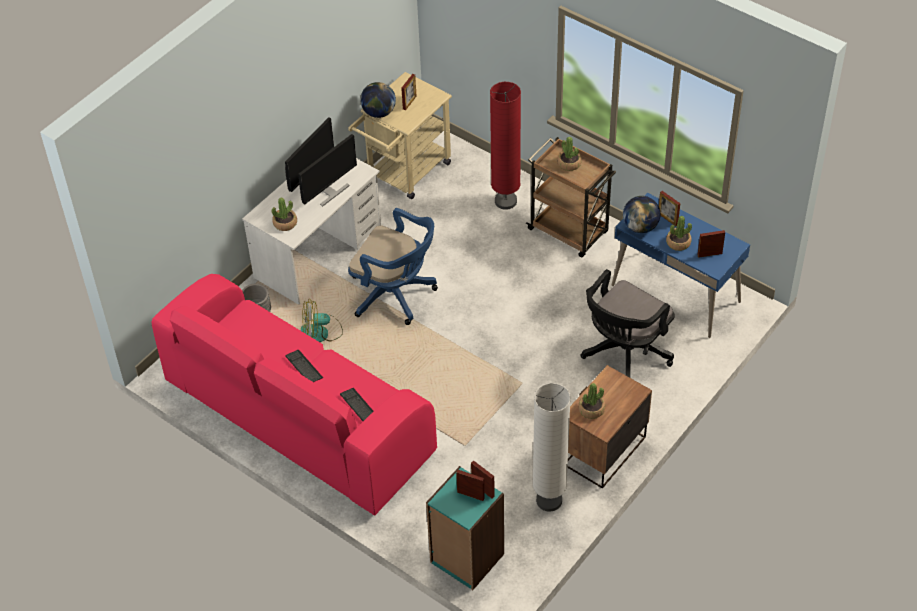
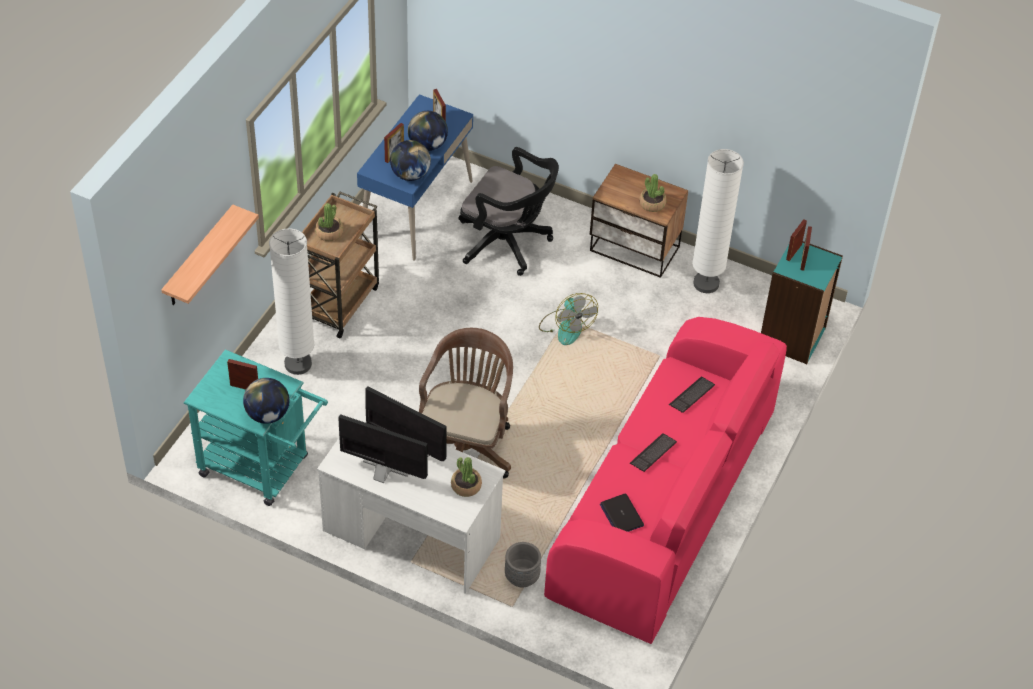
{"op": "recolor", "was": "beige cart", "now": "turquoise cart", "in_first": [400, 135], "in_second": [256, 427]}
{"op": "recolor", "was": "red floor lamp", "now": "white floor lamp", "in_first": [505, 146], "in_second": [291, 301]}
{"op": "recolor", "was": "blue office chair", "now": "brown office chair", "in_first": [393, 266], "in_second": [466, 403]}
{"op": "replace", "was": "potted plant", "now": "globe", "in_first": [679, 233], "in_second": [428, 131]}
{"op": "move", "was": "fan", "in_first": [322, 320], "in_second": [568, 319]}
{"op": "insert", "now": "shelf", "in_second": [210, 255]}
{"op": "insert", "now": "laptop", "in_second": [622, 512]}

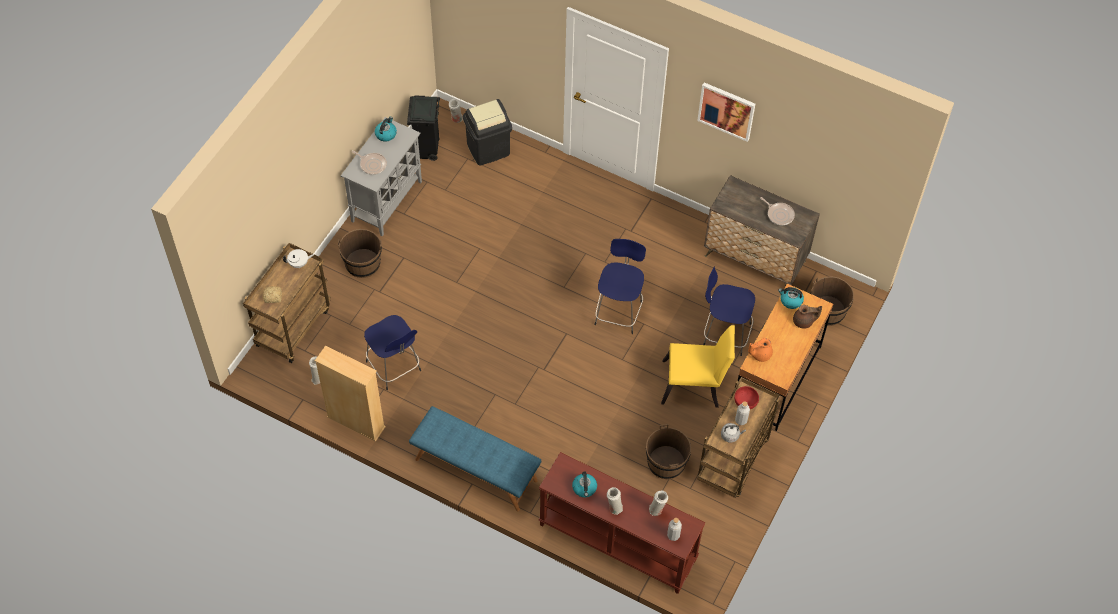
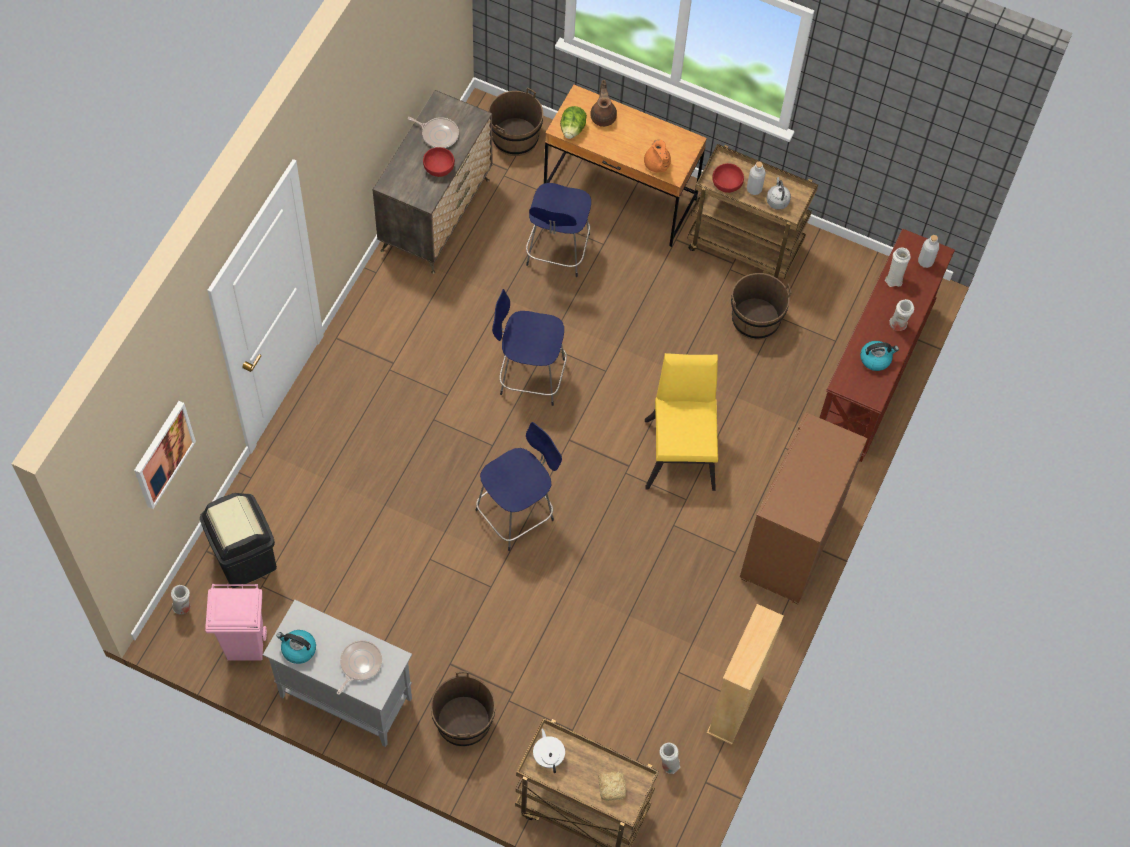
{"op": "move", "was": "picture", "in_first": [726, 112], "in_second": [165, 455]}
{"op": "recolor", "was": "black trash can", "now": "pink trash can", "in_first": [423, 128], "in_second": [236, 622]}
{"op": "rotate", "was": "frying pan", "in_first": [777, 211], "in_second": [433, 132], "clockwise": 75}
{"op": "replace", "was": "kettle", "now": "lettuce", "in_first": [791, 298], "in_second": [573, 122]}
{"op": "move", "was": "blue stool", "in_first": [392, 352], "in_second": [518, 486]}
{"op": "move", "was": "yellow chair", "in_first": [698, 366], "in_second": [681, 422]}
{"op": "replace", "was": "blue bench", "now": "brown cabinet", "in_first": [475, 458], "in_second": [804, 508]}
{"op": "insert", "now": "red bowl", "in_second": [439, 162]}

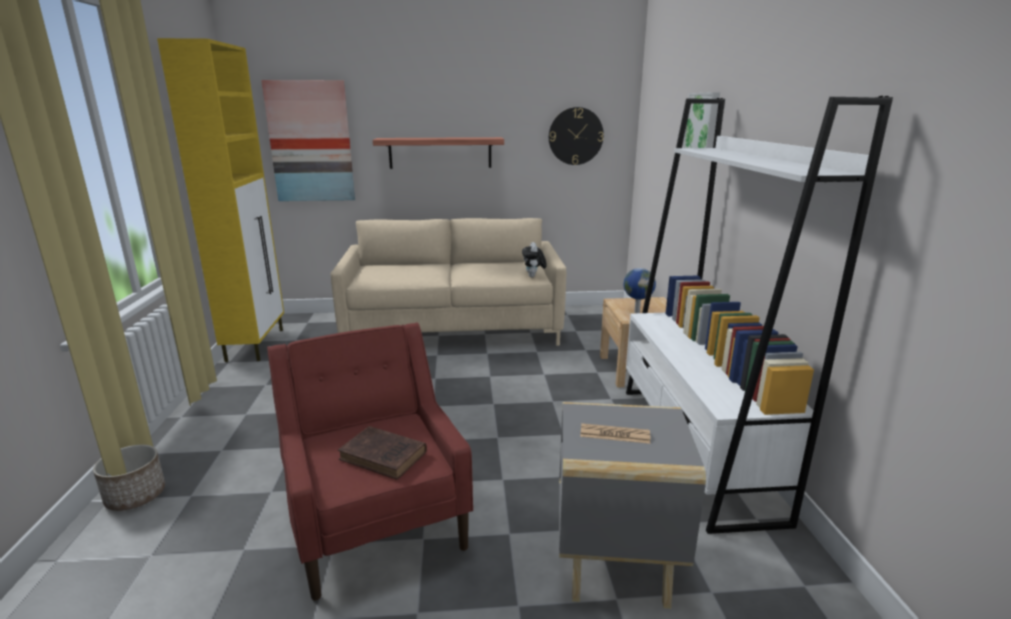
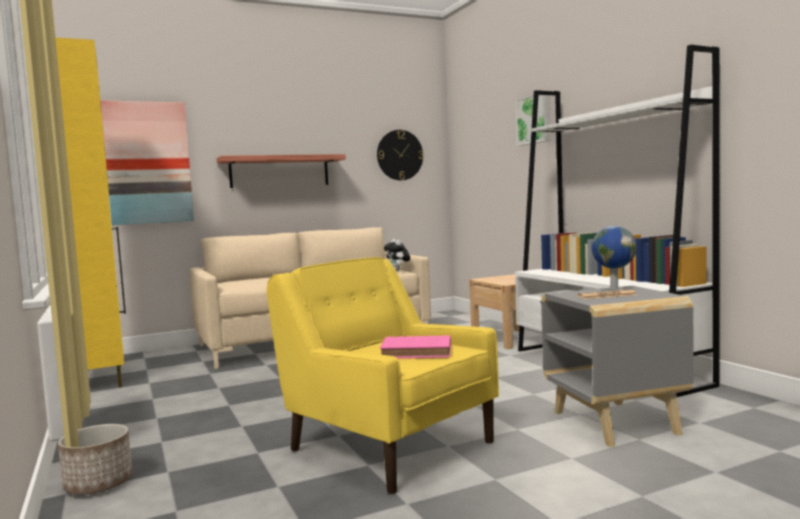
{"op": "move", "was": "globe", "in_first": [640, 290], "in_second": [614, 257]}
{"op": "recolor", "was": "red armchair", "now": "yellow armchair", "in_first": [370, 461], "in_second": [382, 375]}
{"op": "recolor", "was": "brown book", "now": "pink book", "in_first": [382, 453], "in_second": [415, 347]}

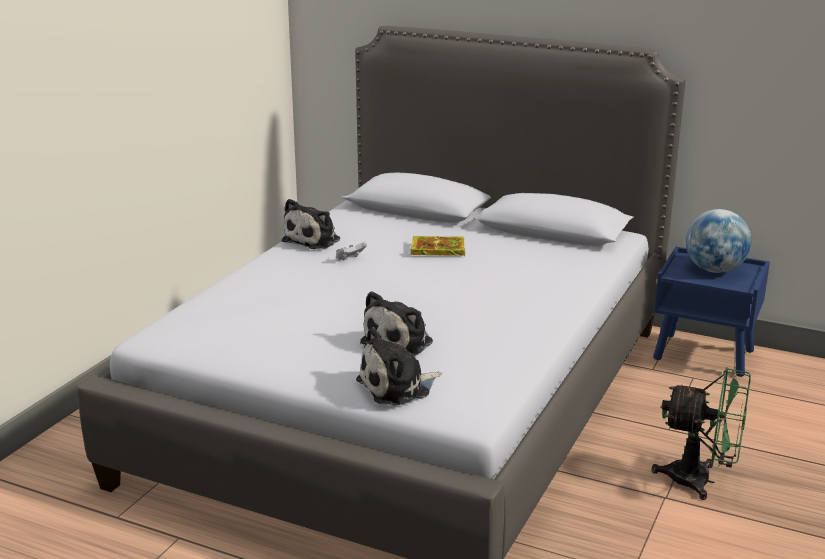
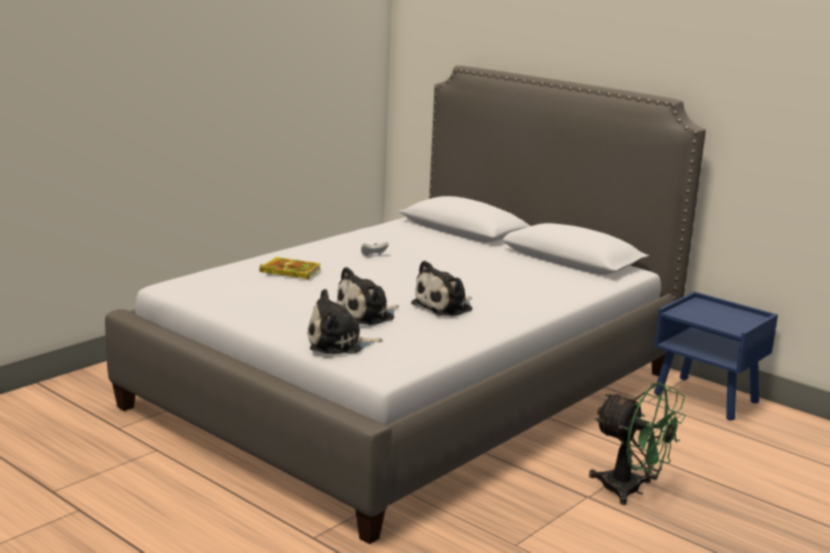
{"op": "move", "was": "plush toy", "in_first": [311, 224], "in_second": [442, 288]}
{"op": "delete", "was": "globe", "in_first": [719, 241]}
{"op": "move", "was": "book", "in_first": [438, 246], "in_second": [290, 268]}

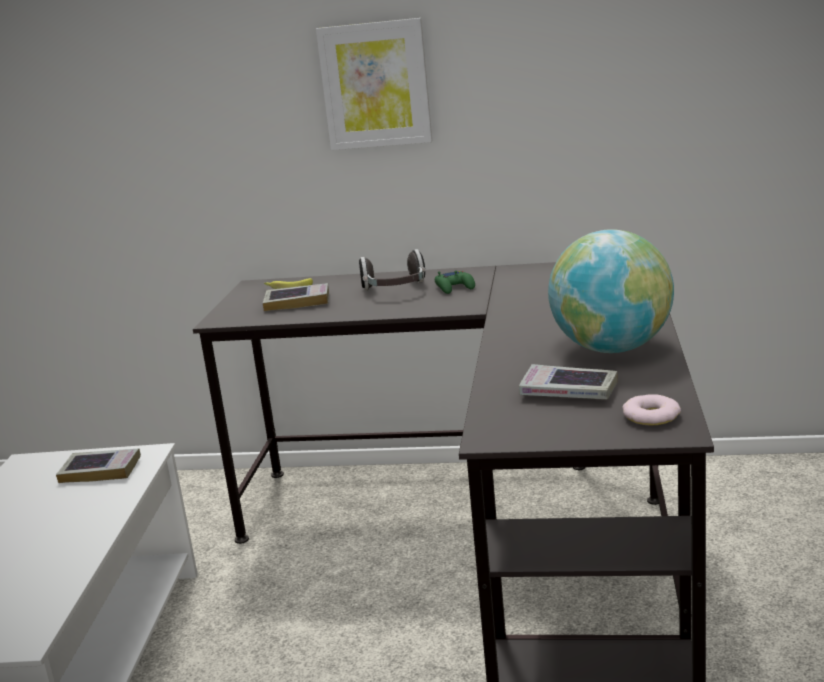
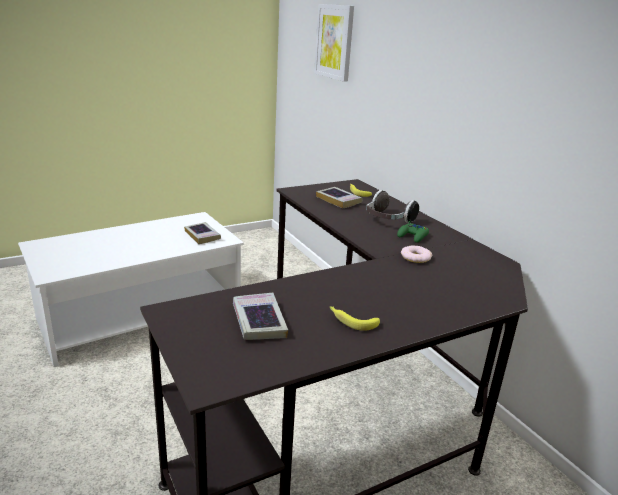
{"op": "move", "was": "picture", "in_first": [374, 84], "in_second": [334, 43]}
{"op": "replace", "was": "globe", "now": "banana", "in_first": [611, 291], "in_second": [355, 318]}
{"op": "move", "was": "donut", "in_first": [651, 409], "in_second": [416, 254]}

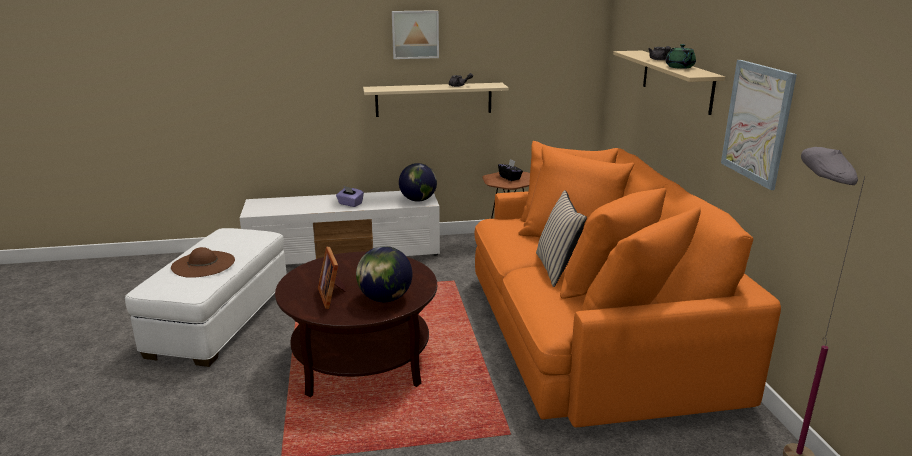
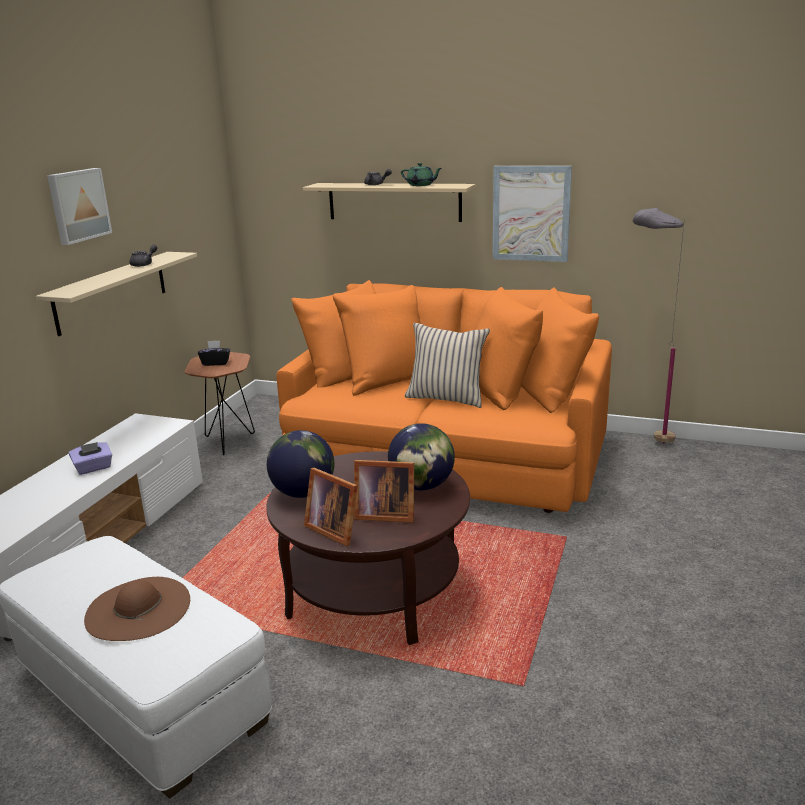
{"op": "move", "was": "globe", "in_first": [418, 182], "in_second": [300, 464]}
{"op": "insert", "now": "picture frame", "in_second": [331, 507]}

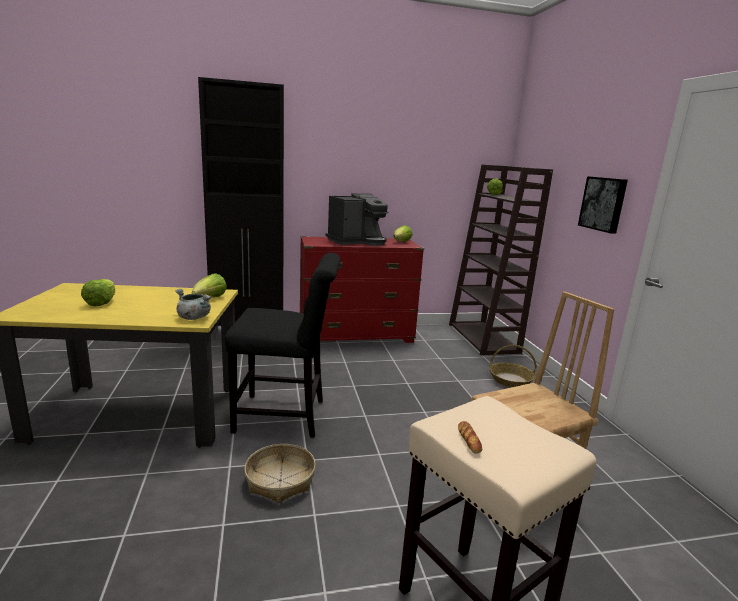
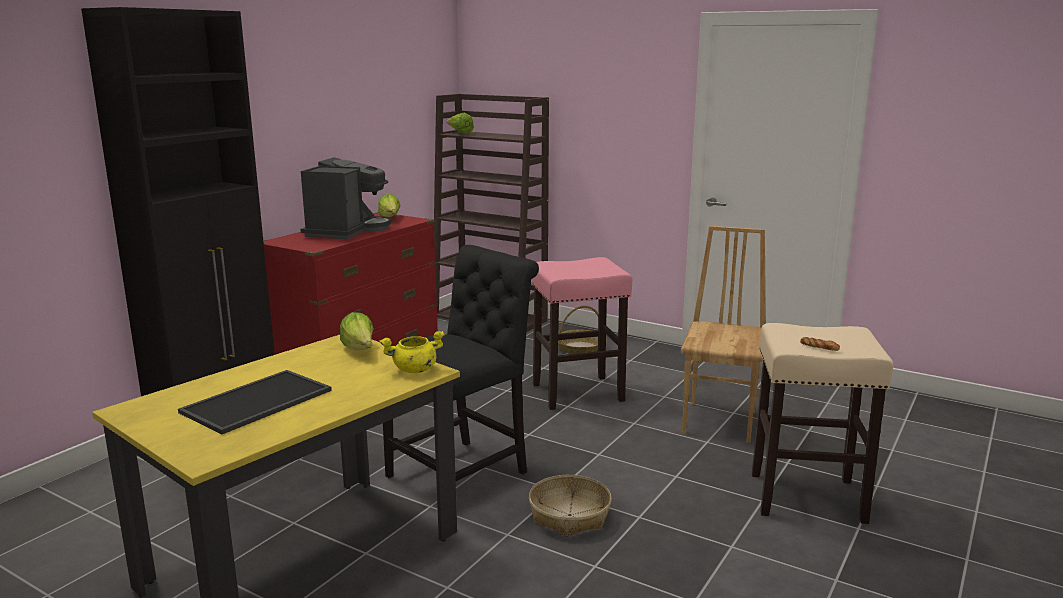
{"op": "delete", "was": "picture", "in_first": [603, 205]}
{"op": "replace", "was": "lettuce", "now": "tray", "in_first": [98, 292], "in_second": [255, 402]}
{"op": "recolor", "was": "grey cooking pot", "now": "yellow cooking pot", "in_first": [193, 304], "in_second": [412, 352]}
{"op": "insert", "now": "pink stool", "in_second": [582, 333]}

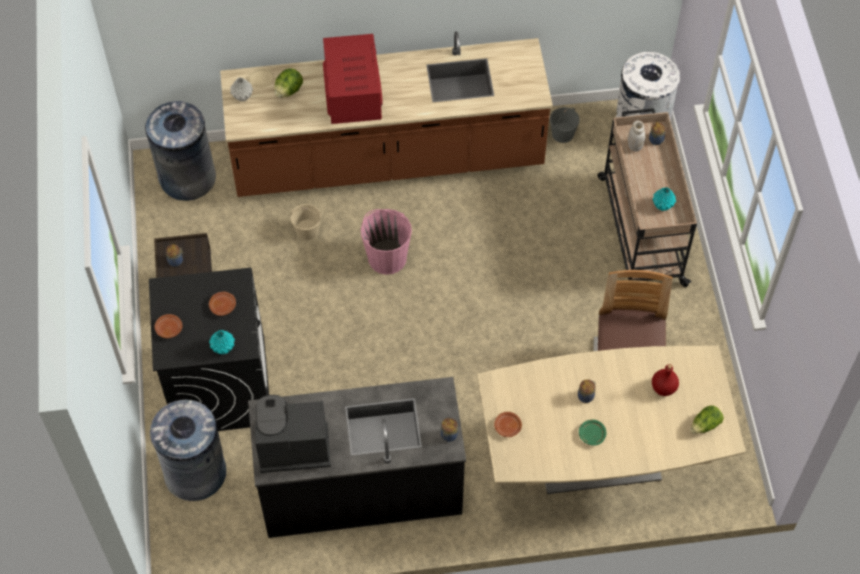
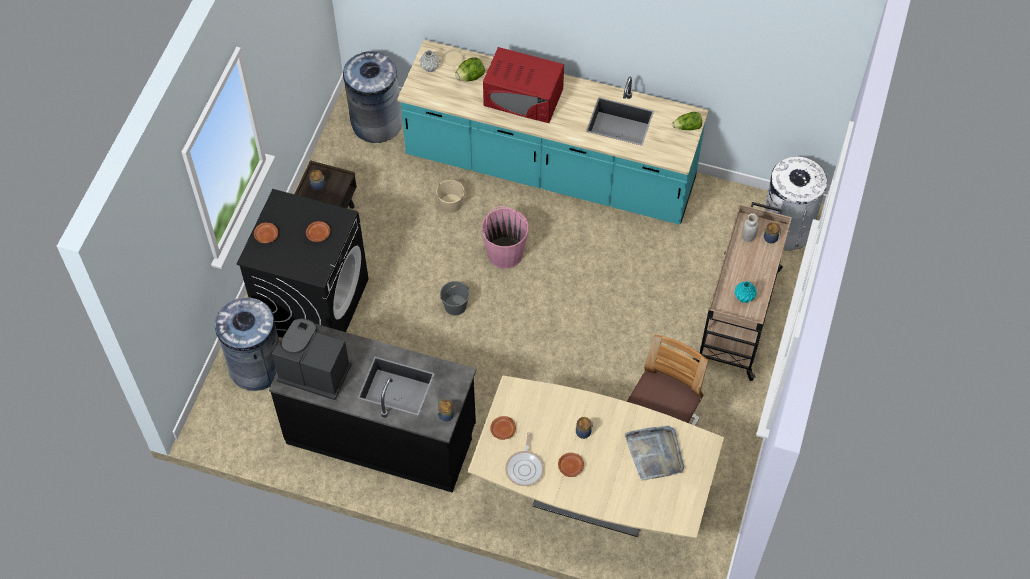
{"op": "recolor", "was": "brown counter", "now": "turquoise counter", "in_first": [386, 114], "in_second": [553, 132]}
{"op": "rotate", "was": "red microwave", "in_first": [353, 79], "in_second": [523, 85], "clockwise": 90}
{"op": "move", "was": "grey bucket", "in_first": [565, 125], "in_second": [455, 298]}
{"op": "delete", "was": "turquoise vase", "in_first": [222, 342]}
{"op": "replace", "was": "red bottle", "now": "grey tray", "in_first": [665, 380], "in_second": [654, 453]}
{"op": "move", "was": "lettuce", "in_first": [707, 419], "in_second": [687, 121]}
{"op": "recolor", "was": "green plate", "now": "brown plate", "in_first": [592, 433], "in_second": [571, 465]}
{"op": "insert", "now": "frying pan", "in_second": [524, 459]}

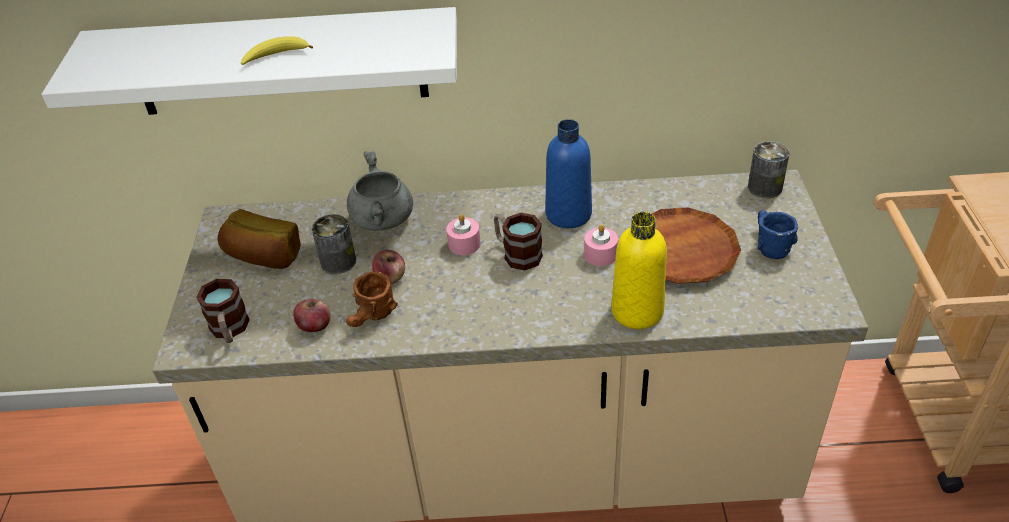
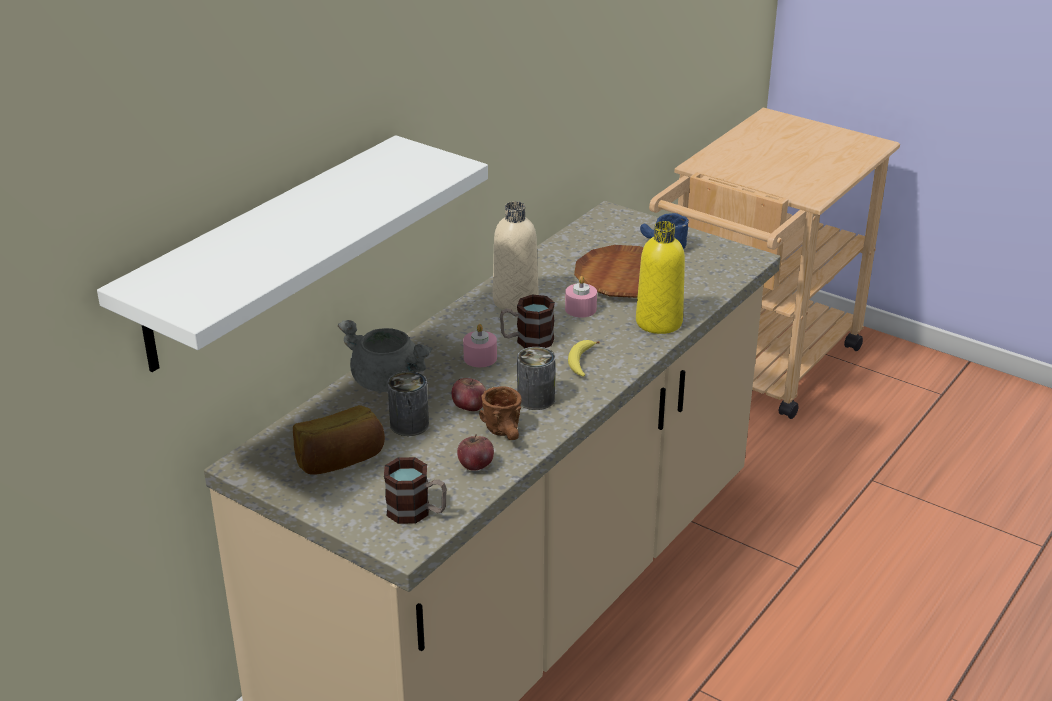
{"op": "move", "was": "banana", "in_first": [277, 50], "in_second": [584, 358]}
{"op": "recolor", "was": "blue bottle", "now": "beige bottle", "in_first": [568, 173], "in_second": [516, 256]}
{"op": "move", "was": "can", "in_first": [769, 169], "in_second": [536, 378]}

